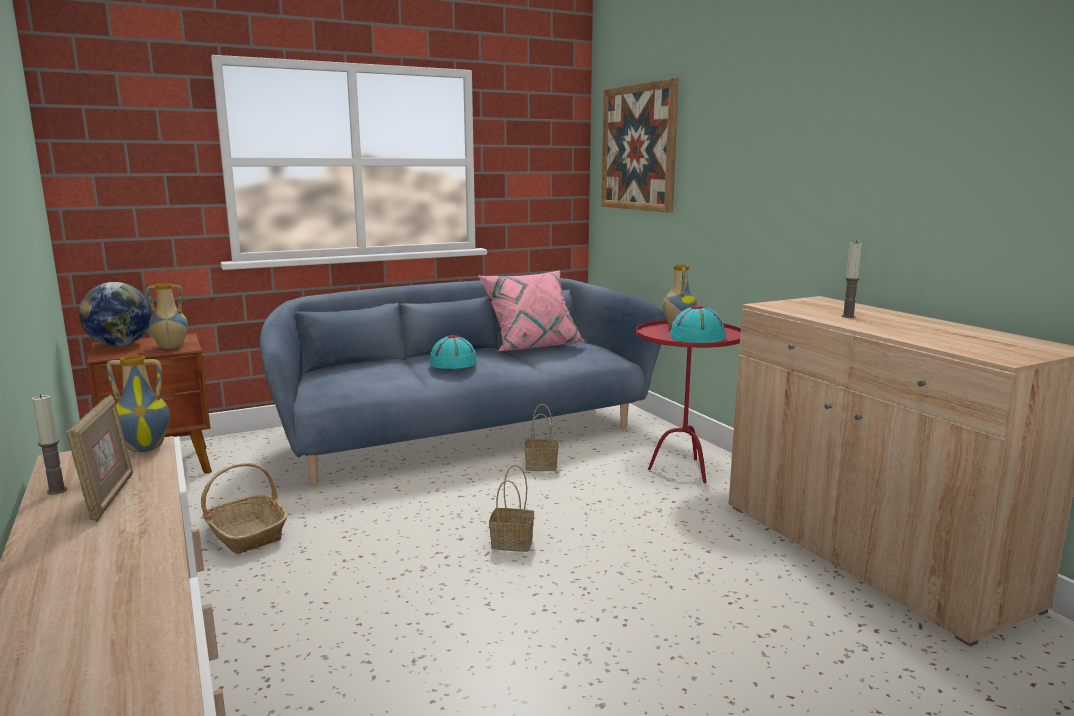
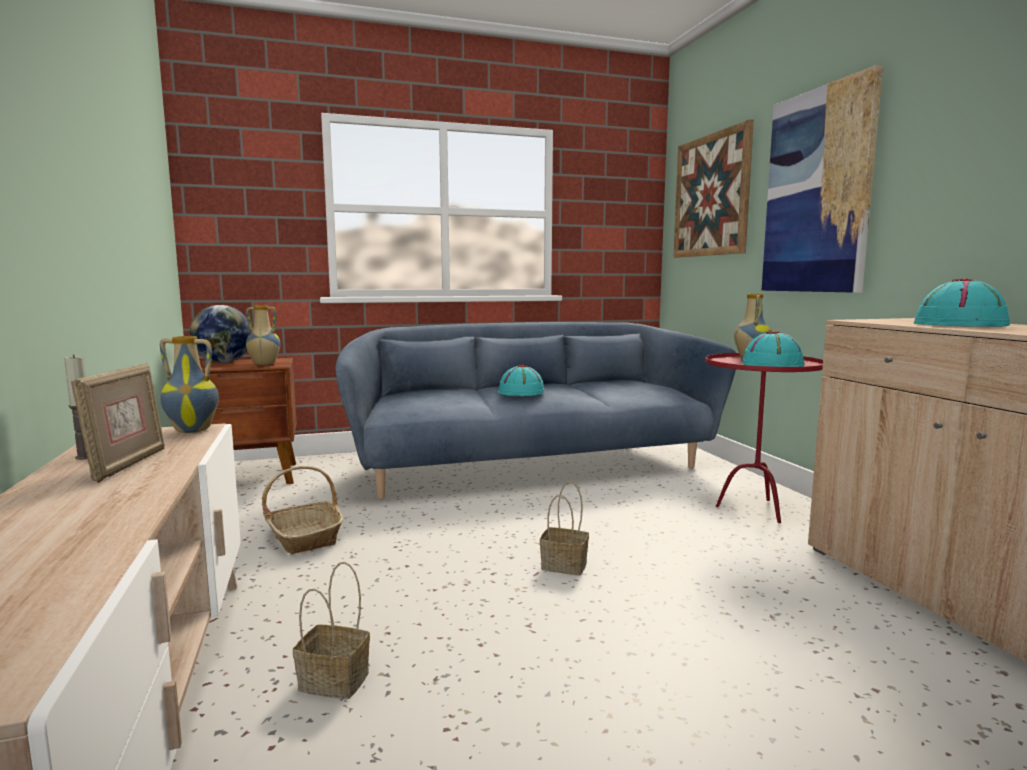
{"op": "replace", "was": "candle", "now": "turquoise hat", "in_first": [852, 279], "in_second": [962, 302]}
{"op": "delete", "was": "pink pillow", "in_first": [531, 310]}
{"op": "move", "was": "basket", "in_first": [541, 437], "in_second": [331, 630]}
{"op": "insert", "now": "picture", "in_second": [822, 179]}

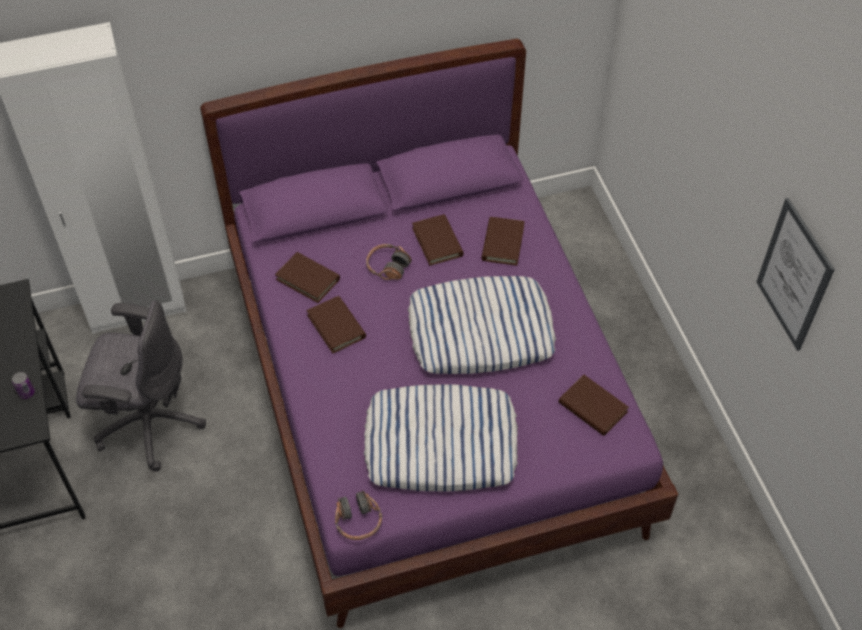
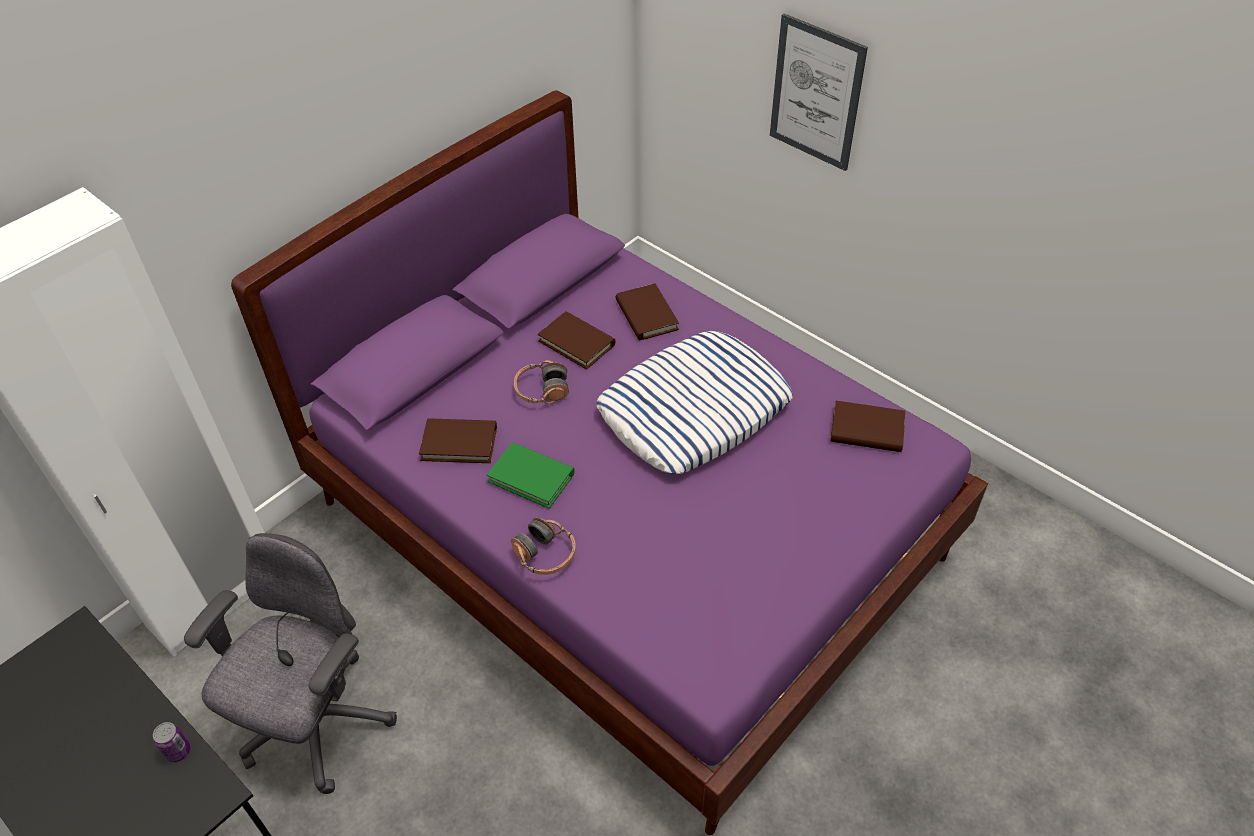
{"op": "move", "was": "picture", "in_first": [795, 274], "in_second": [819, 92]}
{"op": "recolor", "was": "brown book", "now": "green book", "in_first": [336, 324], "in_second": [530, 475]}
{"op": "rotate", "was": "grey office chair", "in_first": [141, 385], "in_second": [290, 663], "clockwise": -45}
{"op": "delete", "was": "pillow", "in_first": [441, 437]}
{"op": "move", "was": "headphones", "in_first": [358, 515], "in_second": [543, 546]}

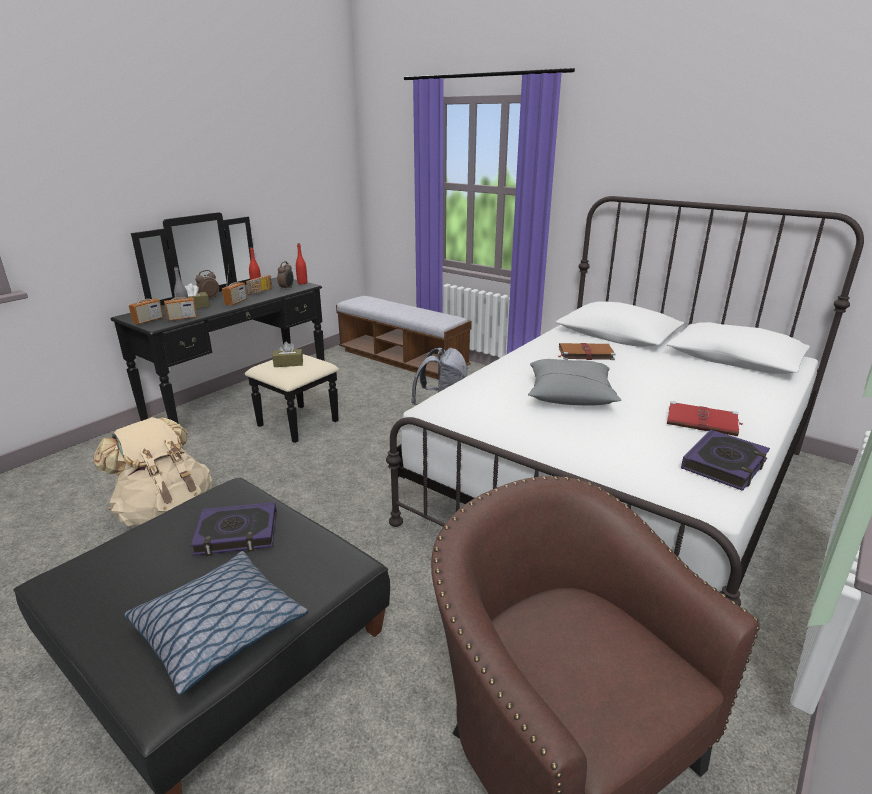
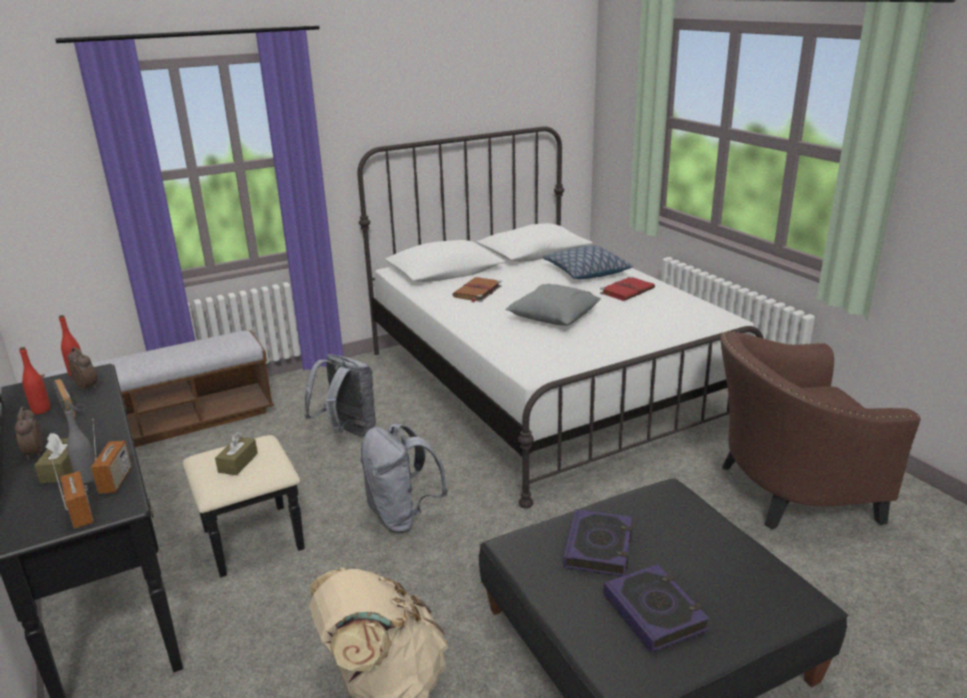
{"op": "delete", "was": "radio", "in_first": [234, 285]}
{"op": "move", "was": "book", "in_first": [725, 460], "in_second": [657, 608]}
{"op": "move", "was": "pillow", "in_first": [216, 623], "in_second": [588, 262]}
{"op": "insert", "now": "grey backpack", "in_second": [404, 478]}

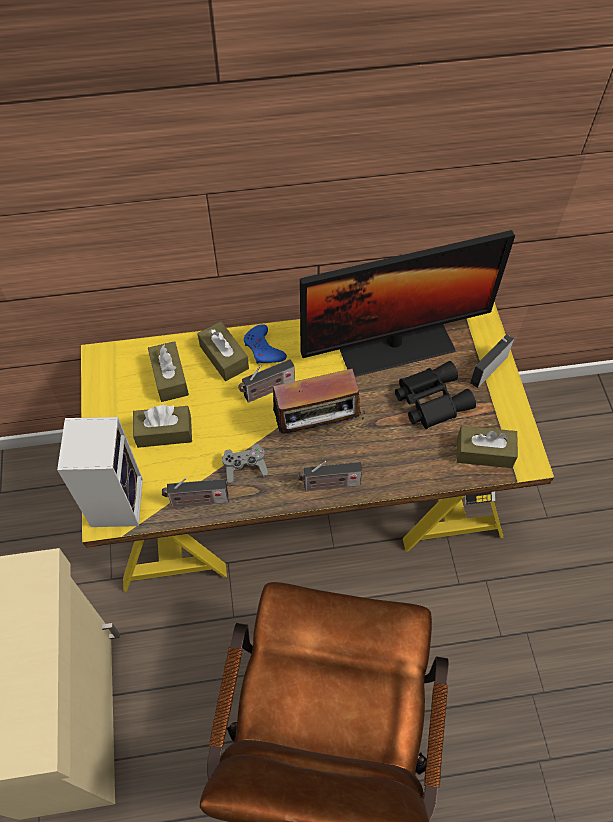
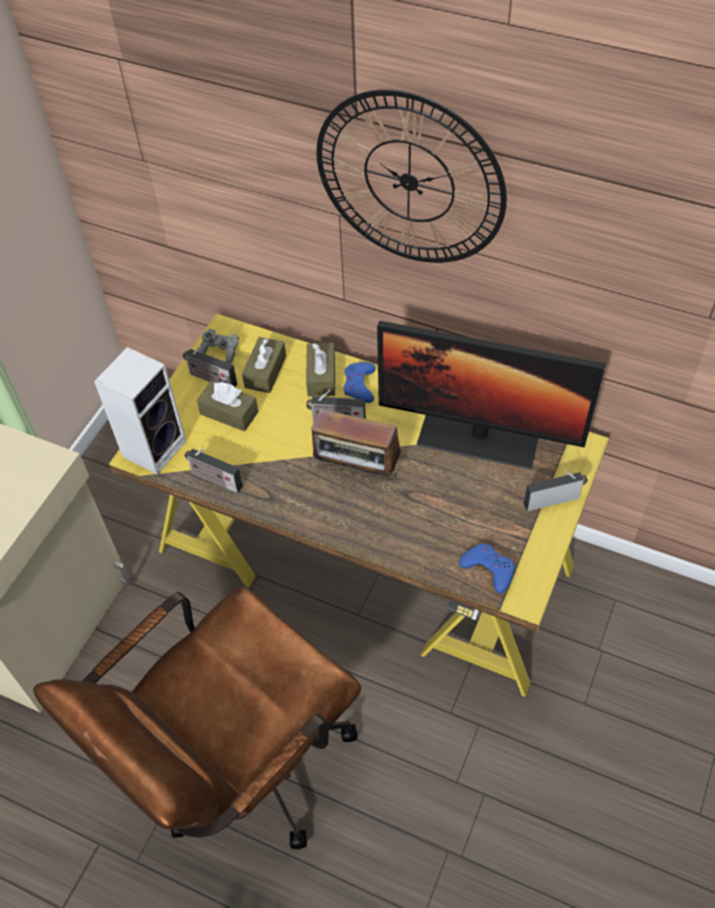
{"op": "delete", "was": "black binoculars", "in_first": [435, 395]}
{"op": "replace", "was": "brown tissue box", "now": "blue game controller", "in_first": [487, 447], "in_second": [486, 568]}
{"op": "move", "was": "grey game controller", "in_first": [245, 464], "in_second": [218, 346]}
{"op": "move", "was": "radio", "in_first": [330, 476], "in_second": [210, 366]}
{"op": "insert", "now": "wall clock", "in_second": [412, 176]}

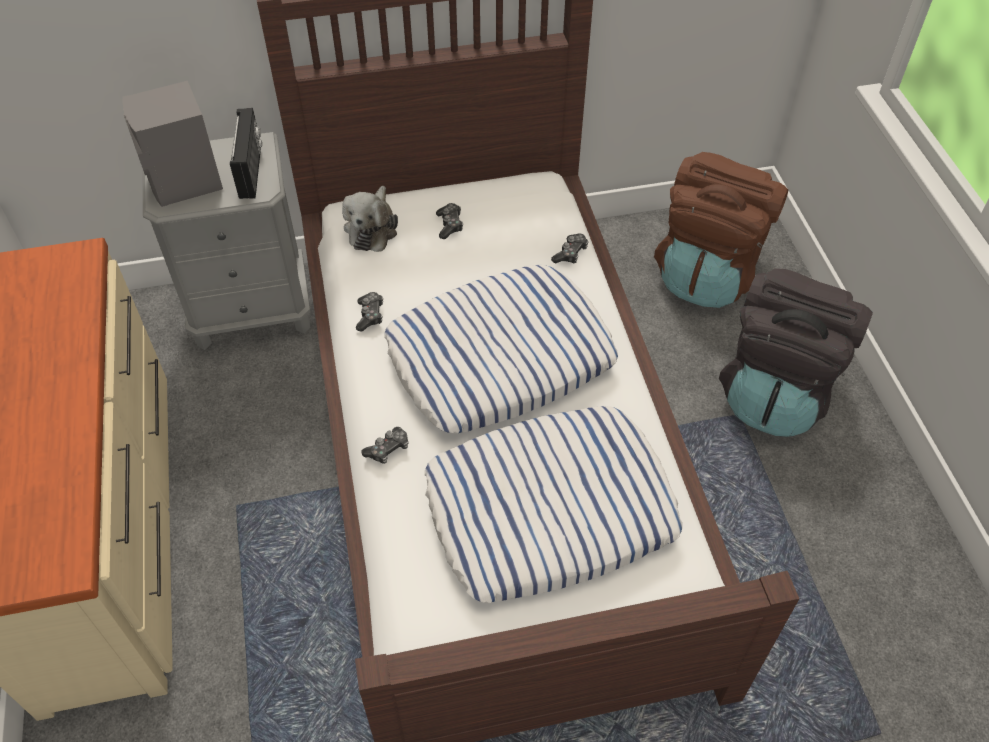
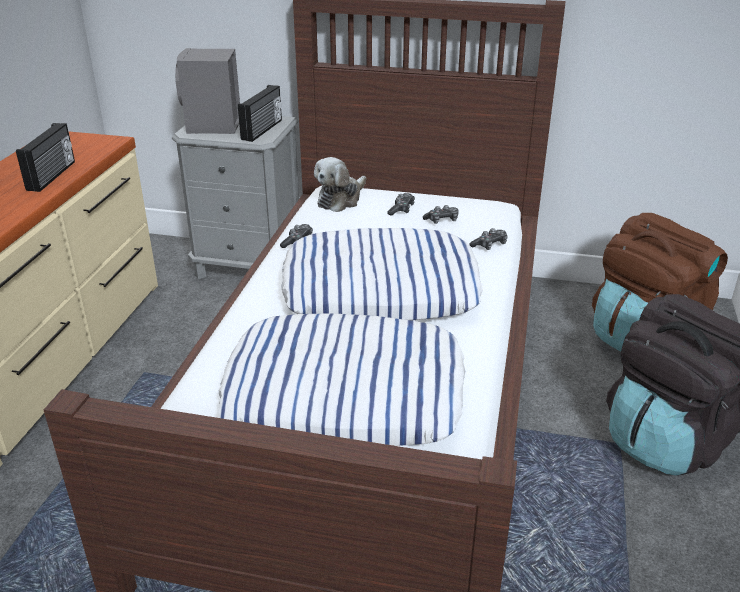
{"op": "move", "was": "game controller", "in_first": [384, 445], "in_second": [441, 214]}
{"op": "insert", "now": "radio", "in_second": [45, 157]}

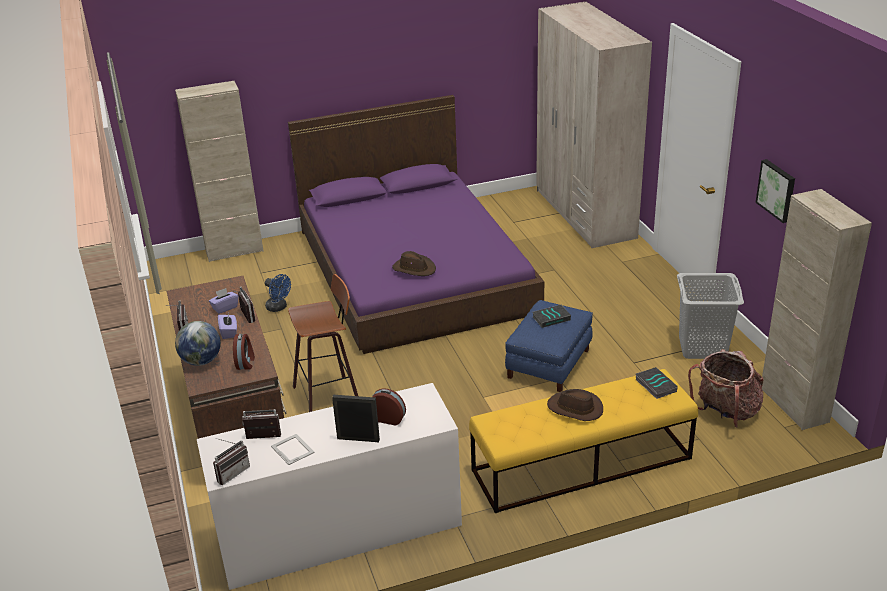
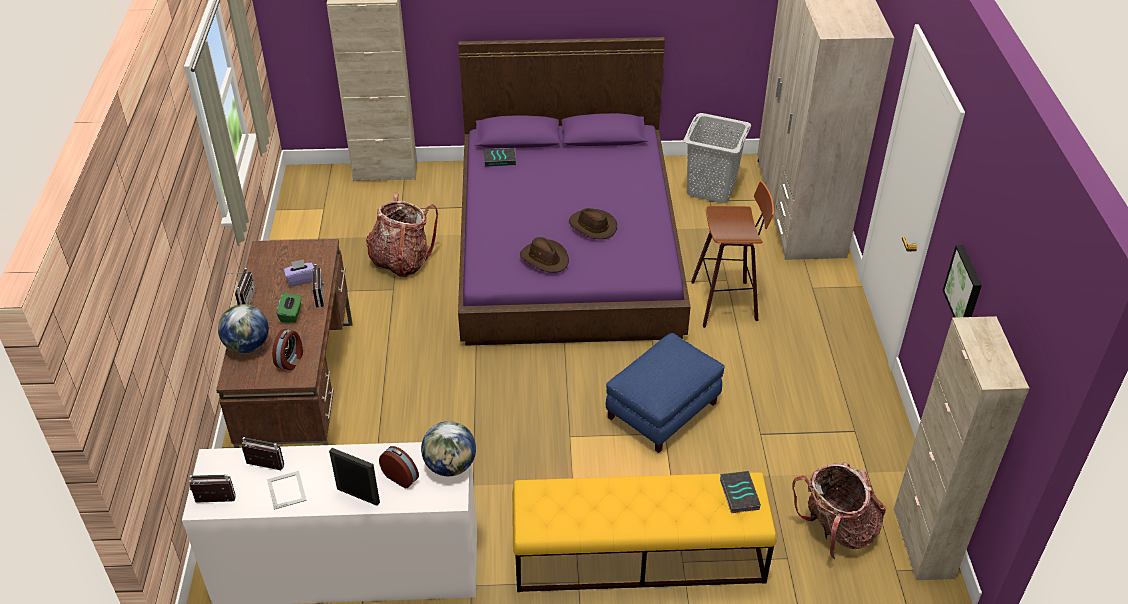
{"op": "move", "was": "grey laundry basket", "in_first": [710, 316], "in_second": [717, 158]}
{"op": "replace", "was": "blue fan", "now": "backpack", "in_first": [278, 293], "in_second": [402, 235]}
{"op": "move", "was": "stool", "in_first": [323, 343], "in_second": [732, 254]}
{"op": "move", "was": "book", "in_first": [551, 316], "in_second": [499, 157]}
{"op": "recolor", "was": "purple tissue box", "now": "green tissue box", "in_first": [227, 326], "in_second": [289, 307]}
{"op": "move", "was": "brown hat", "in_first": [575, 405], "in_second": [593, 223]}
{"op": "rotate", "was": "radio", "in_first": [231, 461], "in_second": [212, 488], "clockwise": -150}
{"op": "insert", "now": "globe", "in_second": [448, 449]}

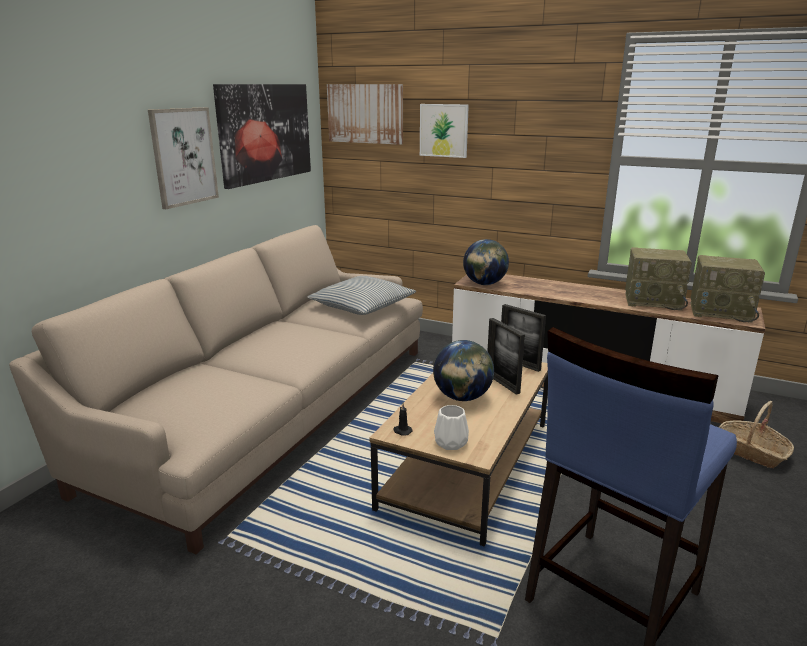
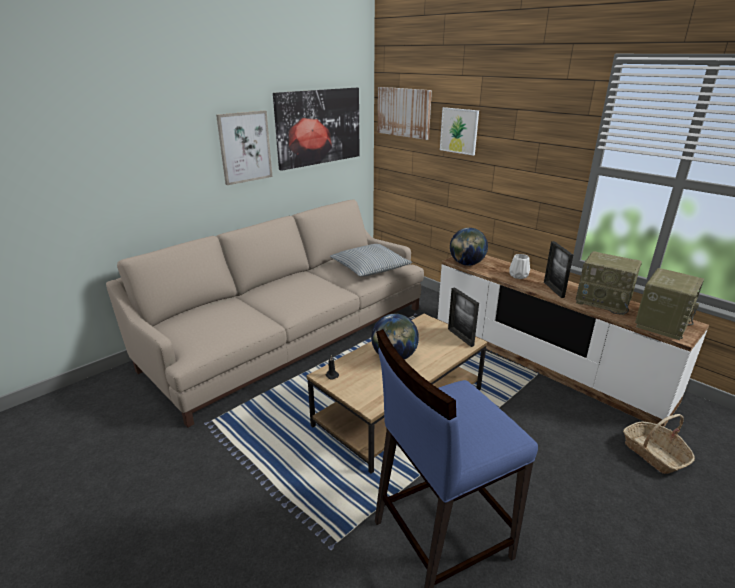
{"op": "rotate", "was": "radio", "in_first": [727, 289], "in_second": [669, 304], "clockwise": -90}
{"op": "move", "was": "picture frame", "in_first": [506, 356], "in_second": [558, 269]}
{"op": "move", "was": "white vase", "in_first": [451, 427], "in_second": [520, 266]}

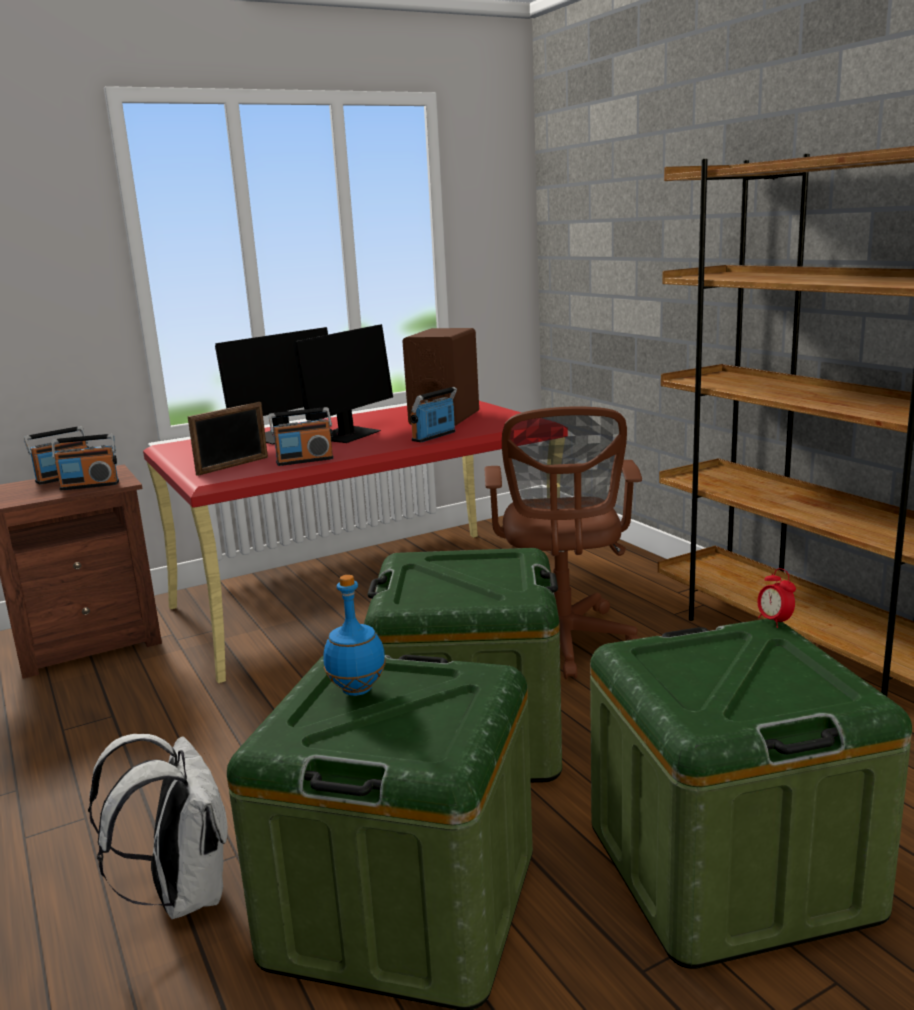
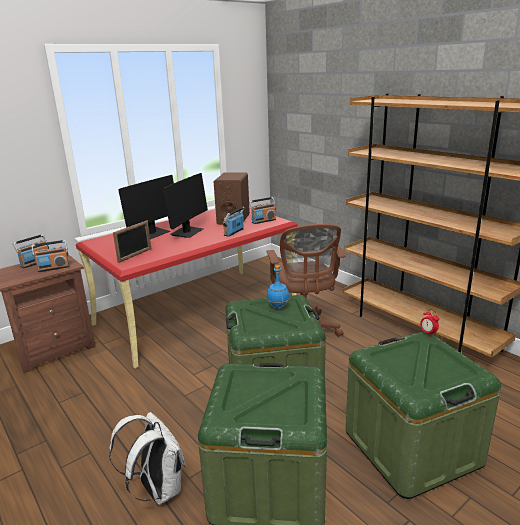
{"op": "move", "was": "radio", "in_first": [301, 436], "in_second": [262, 210]}
{"op": "move", "was": "blue bottle", "in_first": [354, 635], "in_second": [278, 287]}

